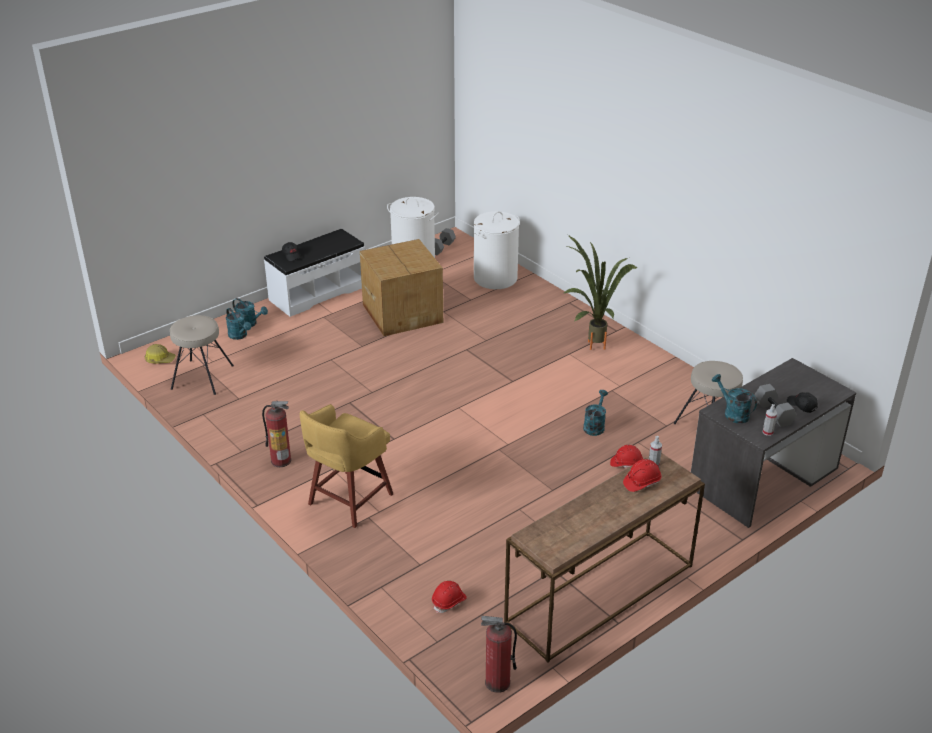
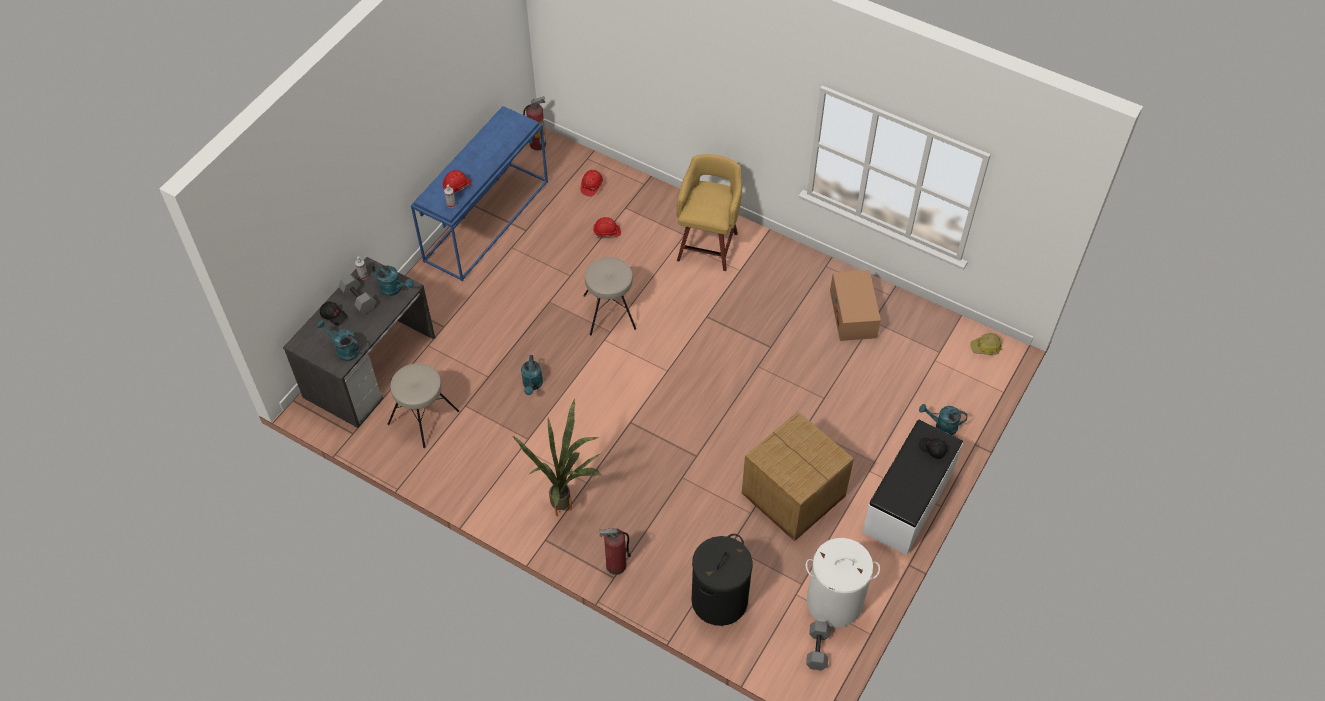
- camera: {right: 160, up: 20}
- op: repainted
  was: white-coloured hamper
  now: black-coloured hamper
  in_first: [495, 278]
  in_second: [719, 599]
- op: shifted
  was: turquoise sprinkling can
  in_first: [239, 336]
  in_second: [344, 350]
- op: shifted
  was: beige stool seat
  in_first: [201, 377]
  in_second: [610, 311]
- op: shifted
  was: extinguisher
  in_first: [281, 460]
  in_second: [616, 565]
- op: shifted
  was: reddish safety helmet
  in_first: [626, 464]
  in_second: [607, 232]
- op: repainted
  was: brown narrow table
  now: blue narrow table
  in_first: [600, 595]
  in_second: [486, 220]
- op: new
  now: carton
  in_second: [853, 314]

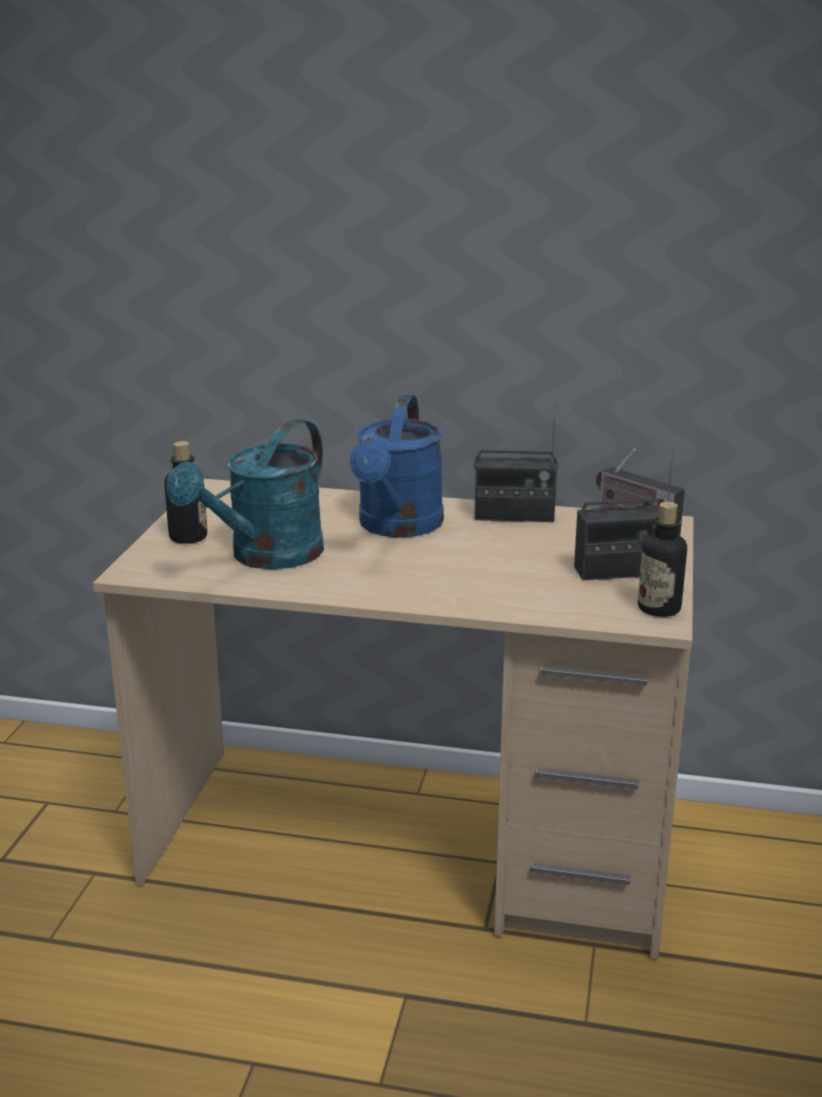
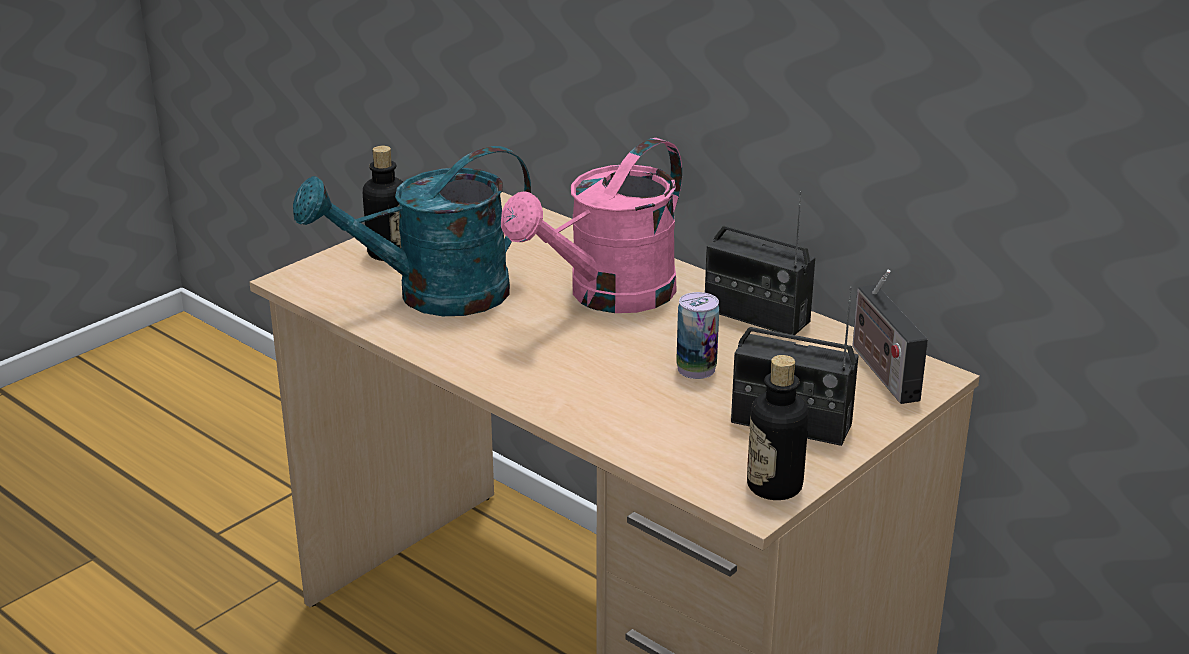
- camera: {right: 30, up: 5}
- op: repainted
  was: blue sprinkling can
  now: pink-coloured sprinkling can
  in_first: [397, 527]
  in_second: [608, 296]
- op: new
  now: can
  in_second: [696, 369]

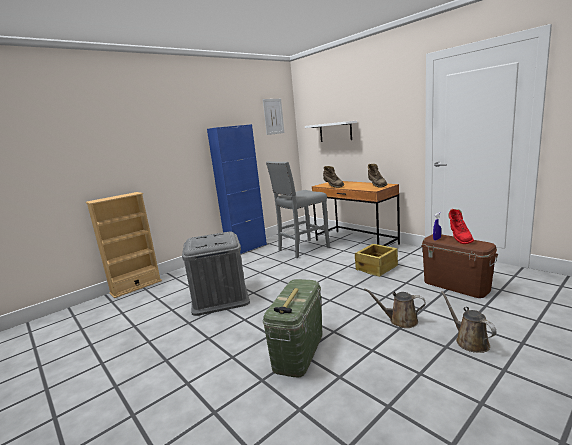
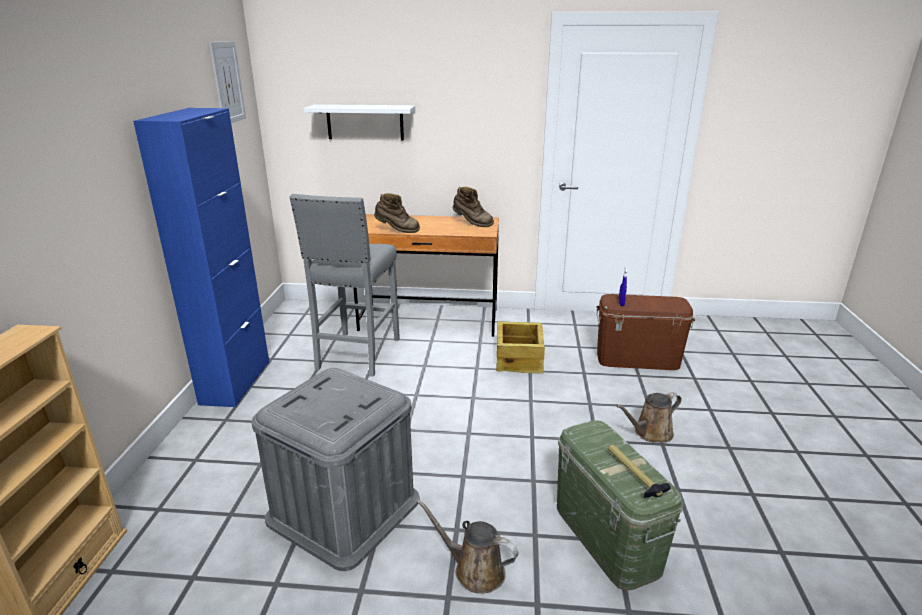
- camera: {right: -45, up: 10}
- op: gone
  was: reddish tall boot
  in_first: [459, 239]
- op: shifted
  was: brown sprinkling can
  in_first: [469, 341]
  in_second: [474, 570]

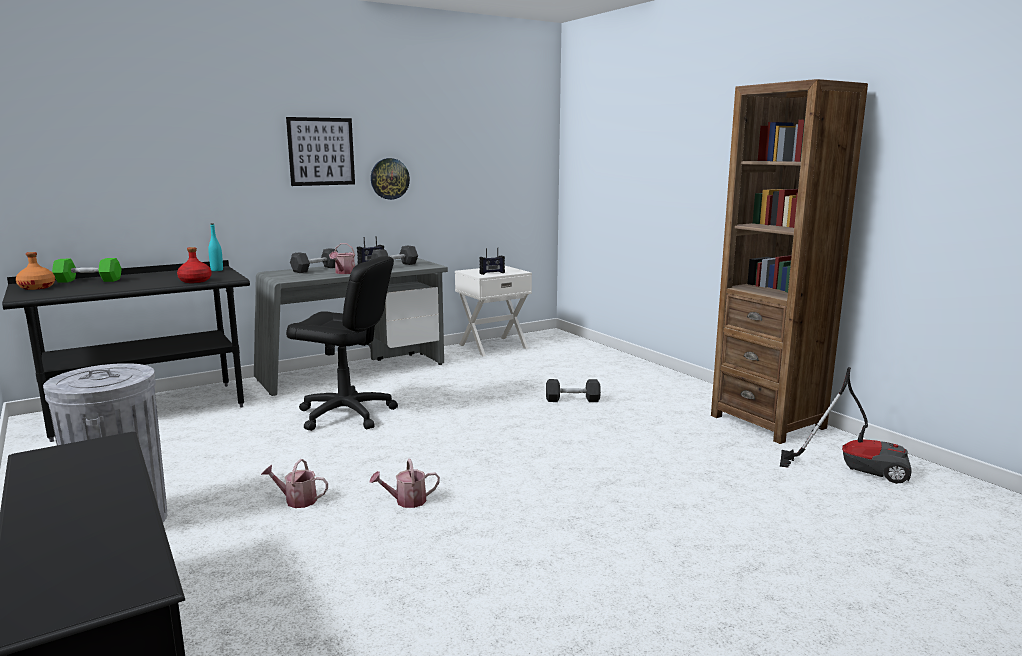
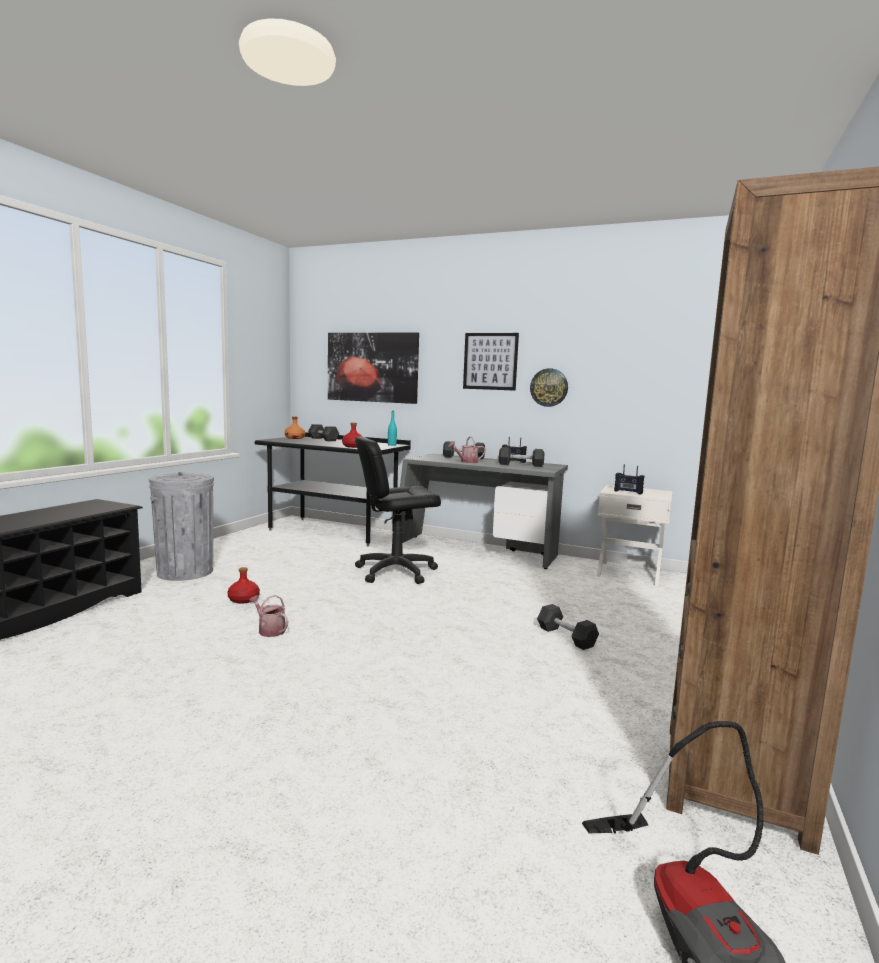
- camera: {right: 55, up: -5}
- op: rotated
  was: black-coloured computer chair
  in_first: [346, 414]
  in_second: [395, 571]
  clockwise: 90
- op: repainted
  was: green-coloured free weight
  now: gray free weight
  in_first: [89, 281]
  in_second: [323, 439]
- op: swapped
  was: sprinkling can
  now: reddish beverage bottle
  in_first: [297, 500]
  in_second: [244, 599]
- op: new
  now: wall art
  in_second: [372, 367]

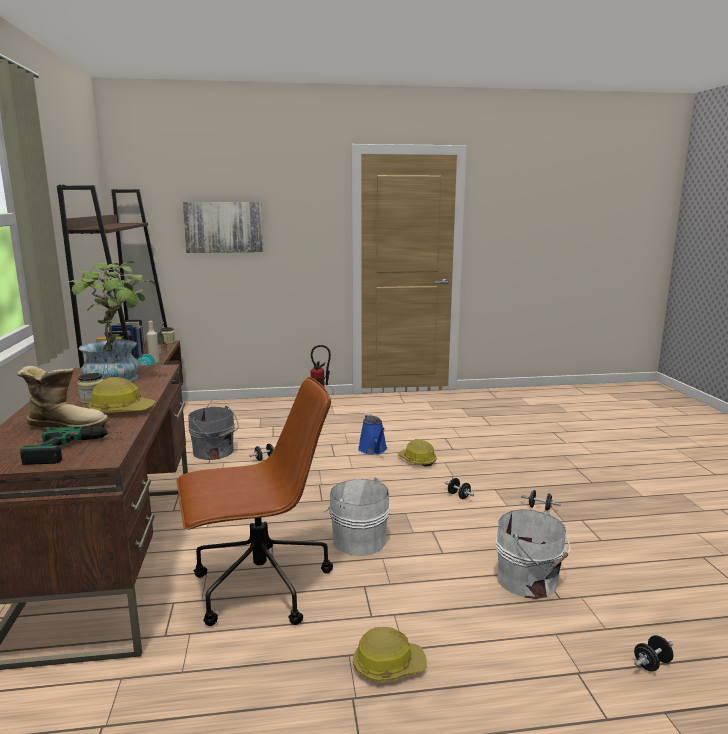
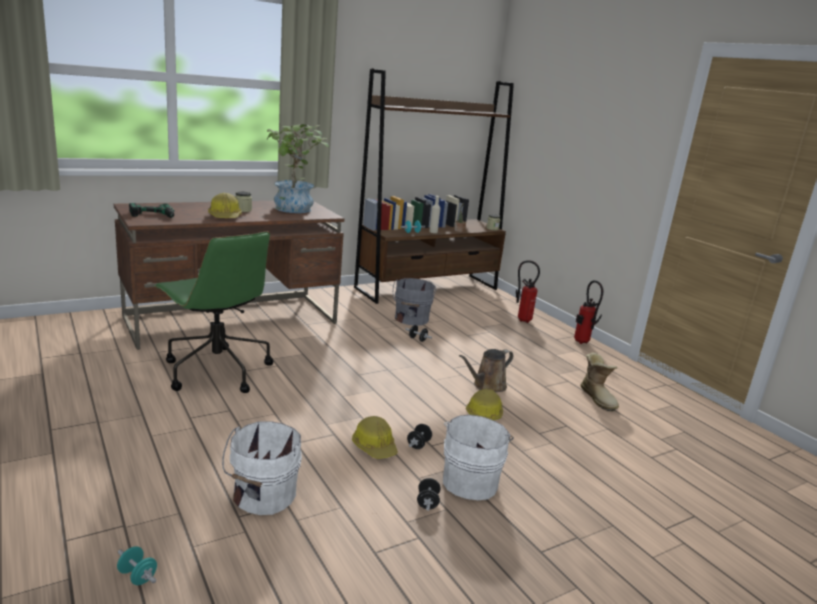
- camera: {right: 65, up: 5}
- op: gone
  was: wall art
  in_first: [224, 227]
- op: shifted
  was: tall boot
  in_first: [67, 425]
  in_second: [598, 398]
- op: repainted
  was: brown computer chair
  now: green-coloured computer chair
  in_first: [259, 587]
  in_second: [216, 370]
- op: repainted
  was: blue sprinkling can
  now: brown sprinkling can
  in_first: [373, 450]
  in_second: [487, 386]
- op: shifted
  was: white-coloured water bucket
  in_first: [357, 540]
  in_second: [470, 480]
- op: shifted
  was: safety helmet
  in_first: [388, 666]
  in_second: [374, 446]
- op: repainted
  was: black-coloured free weight
  now: turquoise free weight
  in_first: [652, 664]
  in_second: [137, 576]
- op: new
  now: extinguisher
  in_second: [522, 320]

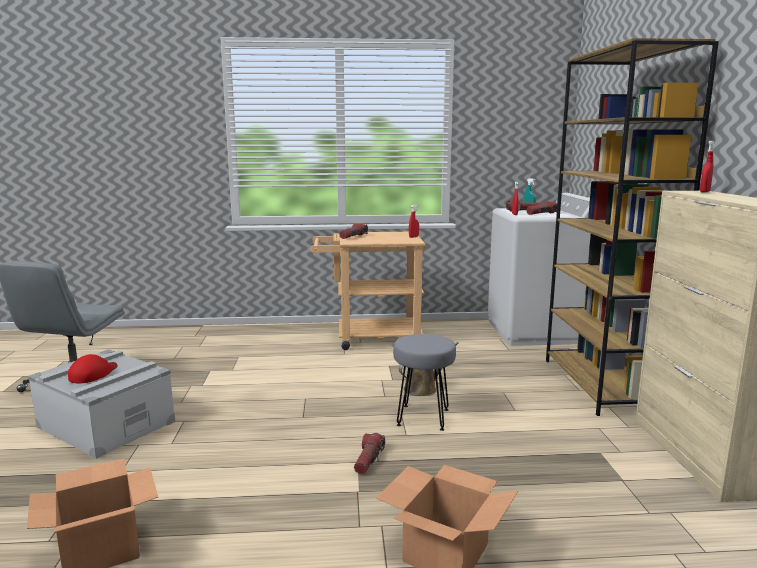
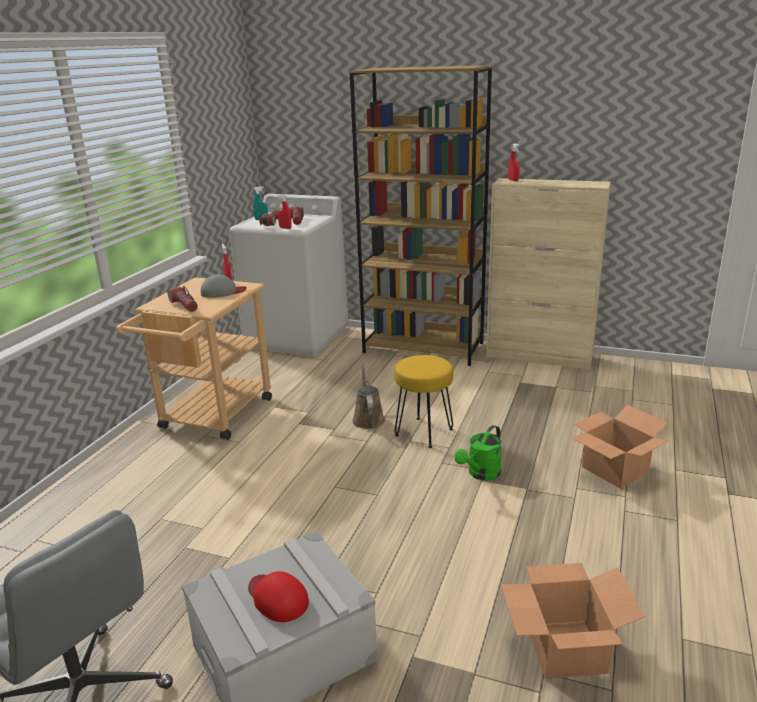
- camera: {right: -65, up: 10}
- op: repainted
  was: gray stool seat
  now: yellow stool seat
  in_first: [423, 417]
  in_second: [424, 432]
- op: swapped
  was: torch
  now: green-coloured sprinkling can
  in_first: [368, 460]
  in_second: [481, 474]
- op: new
  now: gray peaked cap
  in_second: [223, 292]

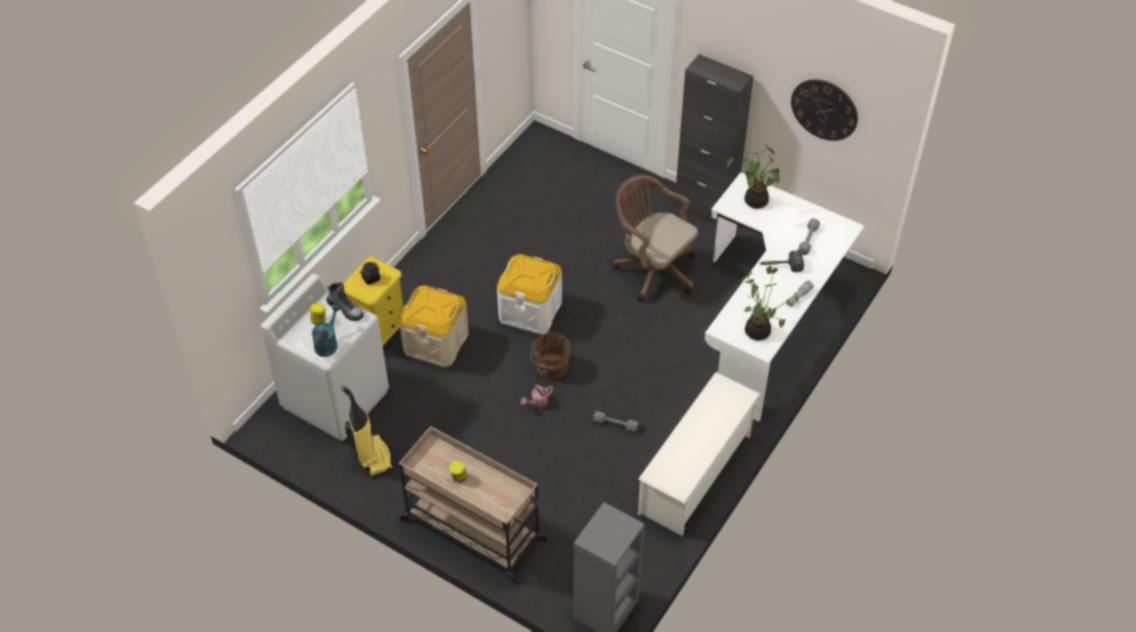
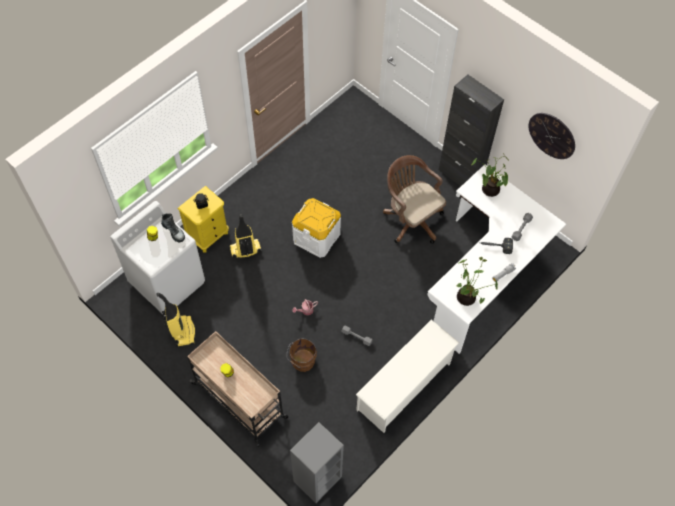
- camera: {right: 10, up: 10}
- op: swapped
  was: beige storage bin
  now: hoover
  in_first: [436, 343]
  in_second: [245, 251]
- op: gone
  was: turquoise sprinkling can
  in_first: [328, 343]
- op: shifted
  was: brown water bucket
  in_first: [551, 368]
  in_second: [302, 361]

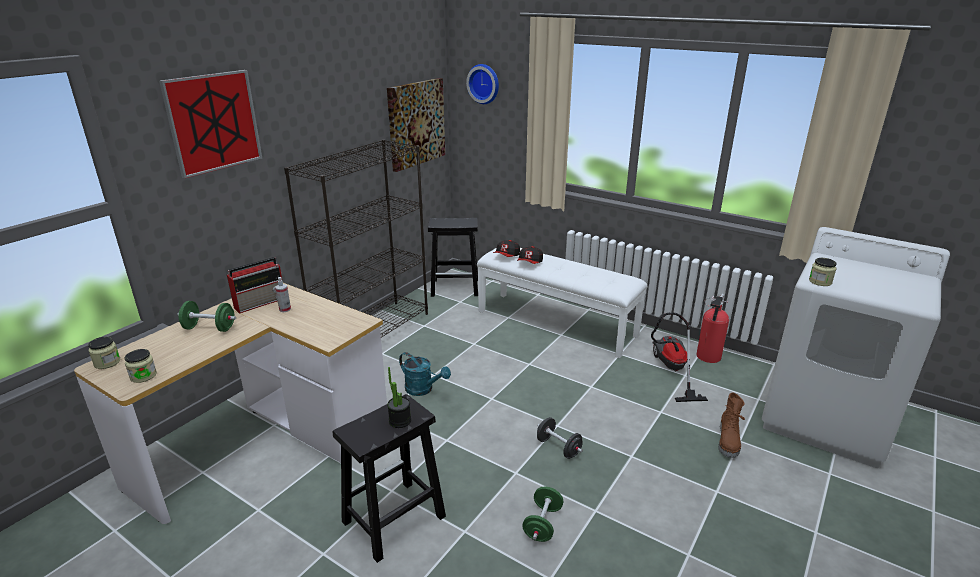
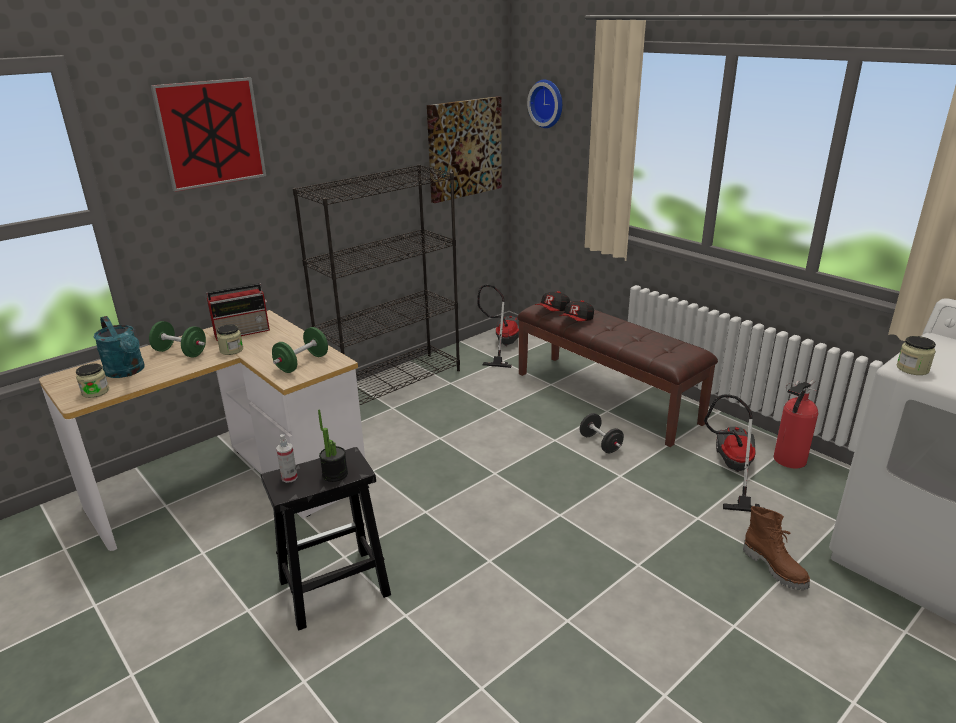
- camera: {right: 15, up: 0}
- op: swapped
  was: black-coloured stool seat
  now: hoover
  in_first: [456, 287]
  in_second: [503, 345]
- op: repainted
  was: white-coloured indoor bench
  now: brown indoor bench
  in_first: [556, 323]
  in_second: [607, 397]
- op: shifted
  was: spray bottle
  in_first: [285, 309]
  in_second: [289, 477]
- op: shifted
  was: jar
  in_first: [107, 363]
  in_second: [231, 350]
- op: shifted
  was: turquoise sprinkling can
  in_first: [423, 389]
  in_second: [127, 371]
- op: rotated
  was: brown tall boot
  in_first: [729, 441]
  in_second: [775, 568]
  clockwise: -60
- op: shifted
  was: black-coloured free weight
  in_first: [558, 447]
  in_second: [600, 443]
- op: shifted
  was: green-coloured free weight
  in_first: [542, 524]
  in_second: [302, 363]

